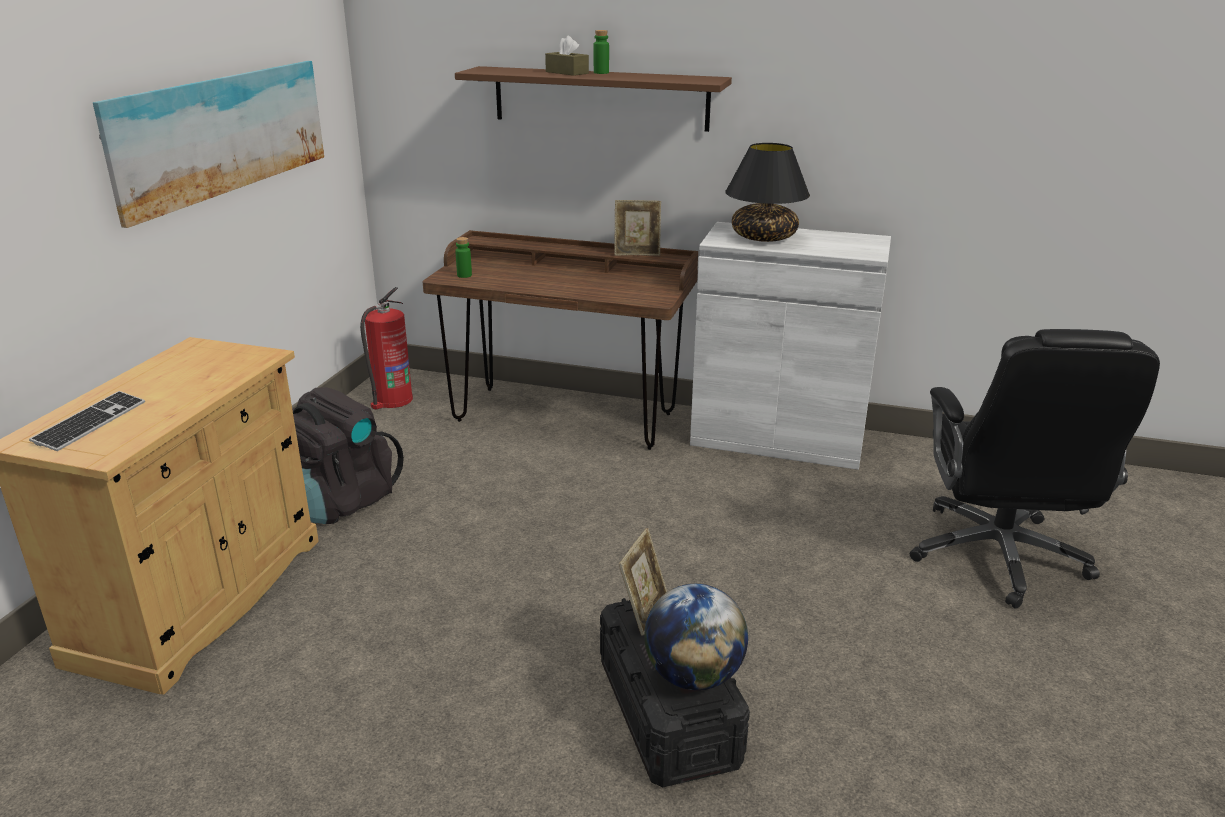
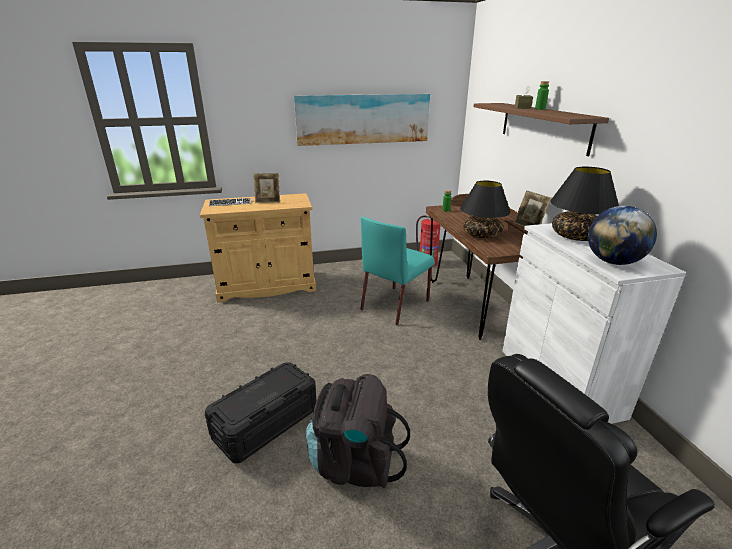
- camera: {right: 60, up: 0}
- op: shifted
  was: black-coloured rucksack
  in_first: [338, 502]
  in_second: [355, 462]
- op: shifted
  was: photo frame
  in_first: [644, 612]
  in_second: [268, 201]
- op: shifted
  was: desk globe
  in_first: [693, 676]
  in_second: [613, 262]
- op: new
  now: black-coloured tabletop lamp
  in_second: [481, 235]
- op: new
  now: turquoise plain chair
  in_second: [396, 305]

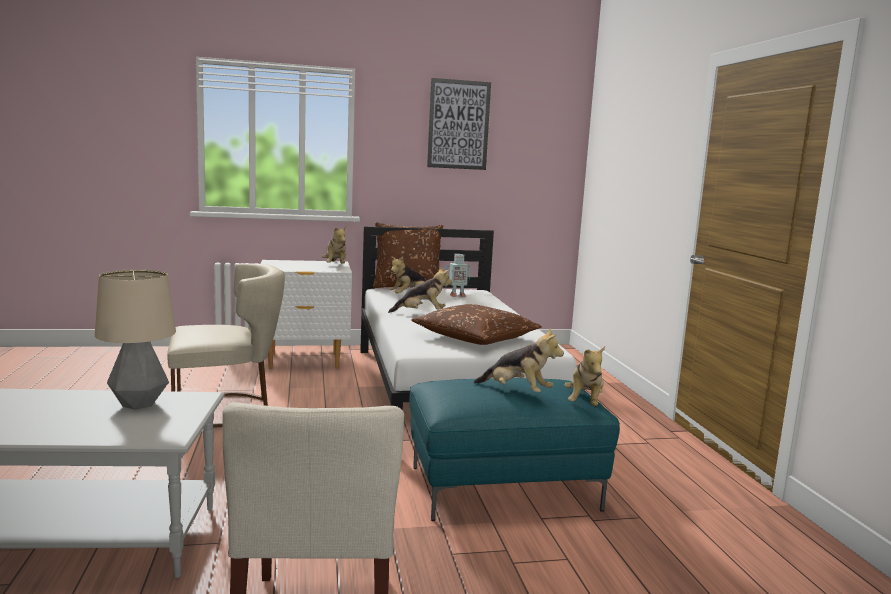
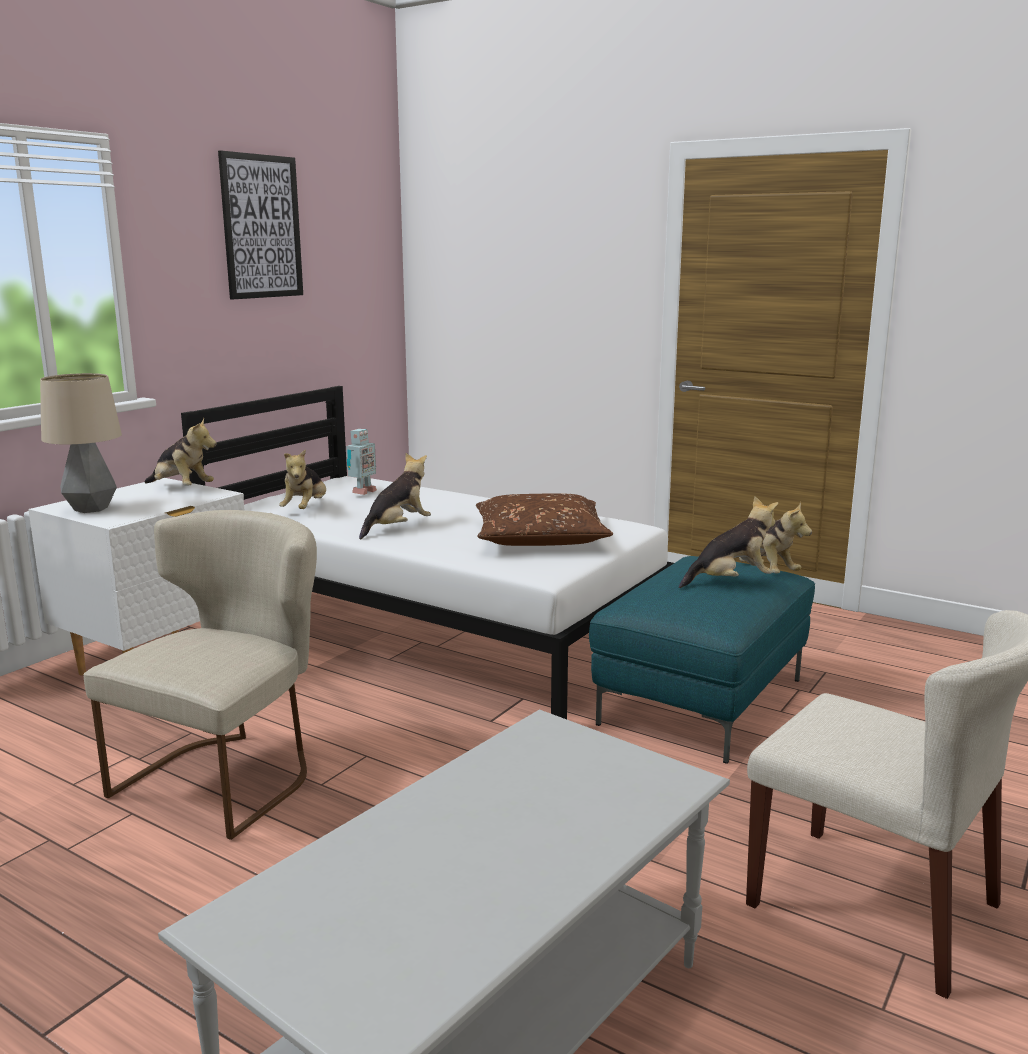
- camera: {right: -45, up: 5}
- op: gone
  was: brown cushion
  in_first: [407, 287]
- op: shifted
  was: tabletop lamp
  in_first: [138, 403]
  in_second: [90, 509]

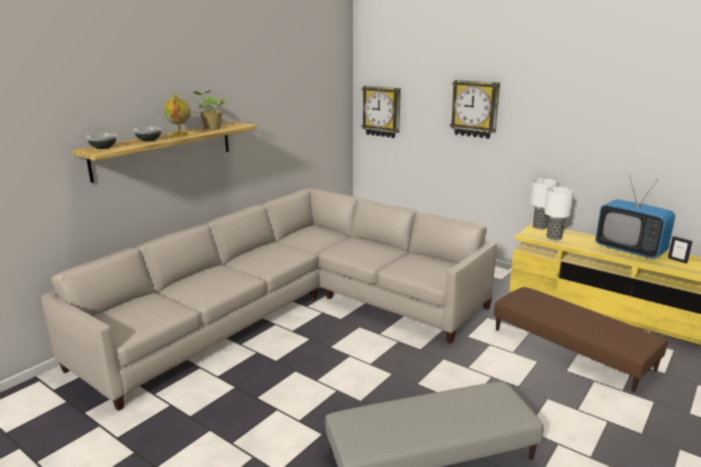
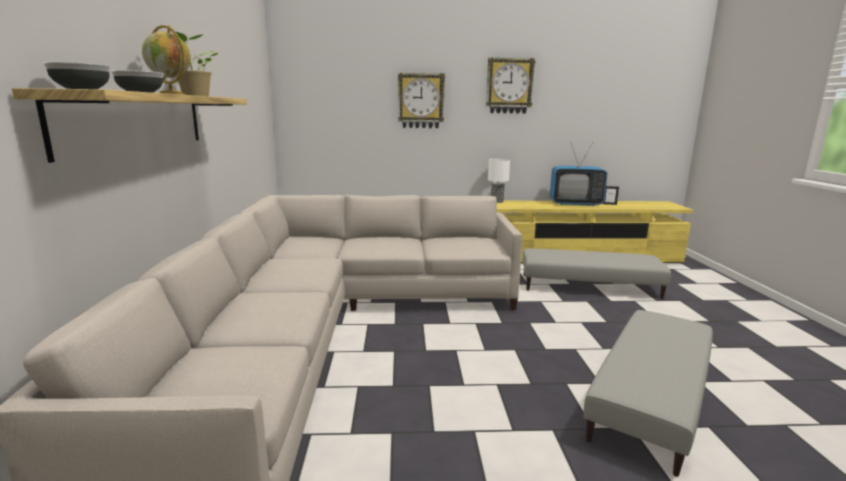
- camera: {right: -40, up: -5}
- op: shifted
  was: clock on the wall
  in_first: [382, 111]
  in_second: [509, 86]
- op: gone
  was: tabletop lamp
  in_first: [554, 237]
- op: repainted
  was: brown footrest
  now: gray footrest
  in_first: [571, 348]
  in_second: [589, 286]

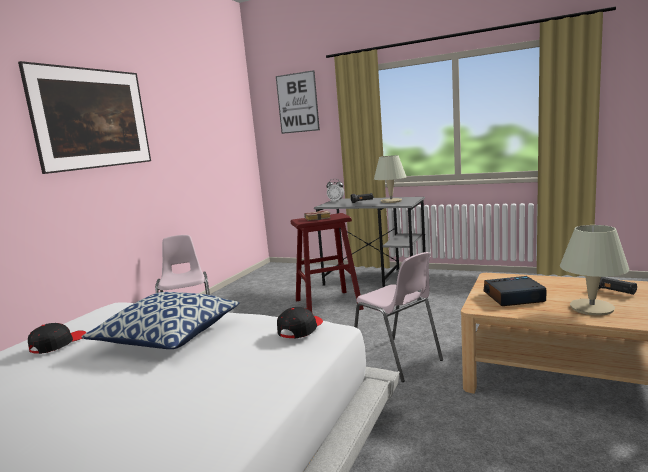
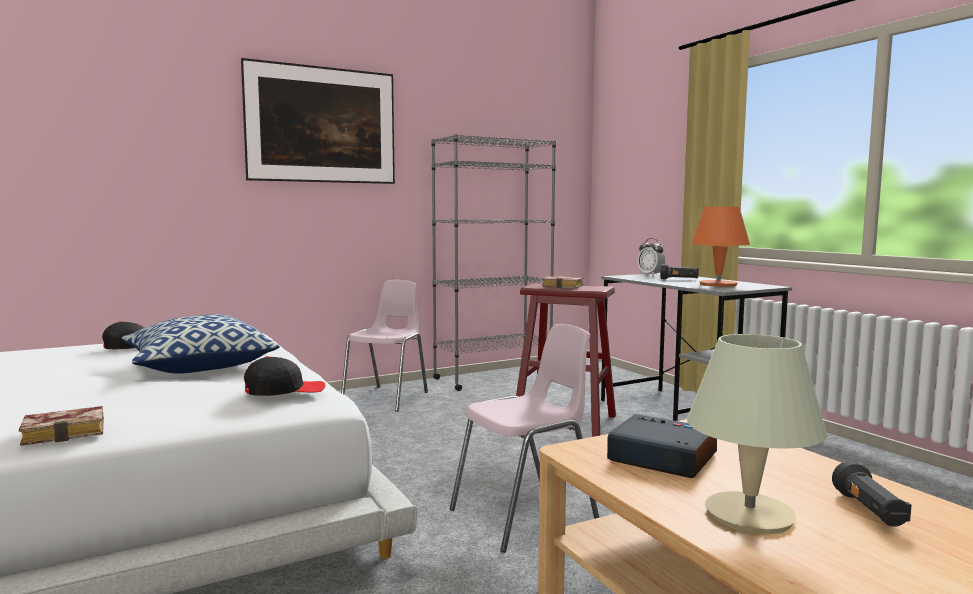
- camera: {right: 35, up: -5}
- op: gone
  was: wall art
  in_first: [297, 103]
- op: repainted
  was: beige tabletop lamp
  now: orangey tabletop lamp
  in_first: [391, 201]
  in_second: [718, 284]
- op: rotated
  was: pink-coloured plain chair
  in_first: [397, 359]
  in_second: [526, 516]
  clockwise: -120
- op: new
  now: gray shelving unit
  in_second: [493, 378]
- op: new
  now: book
  in_second: [68, 432]

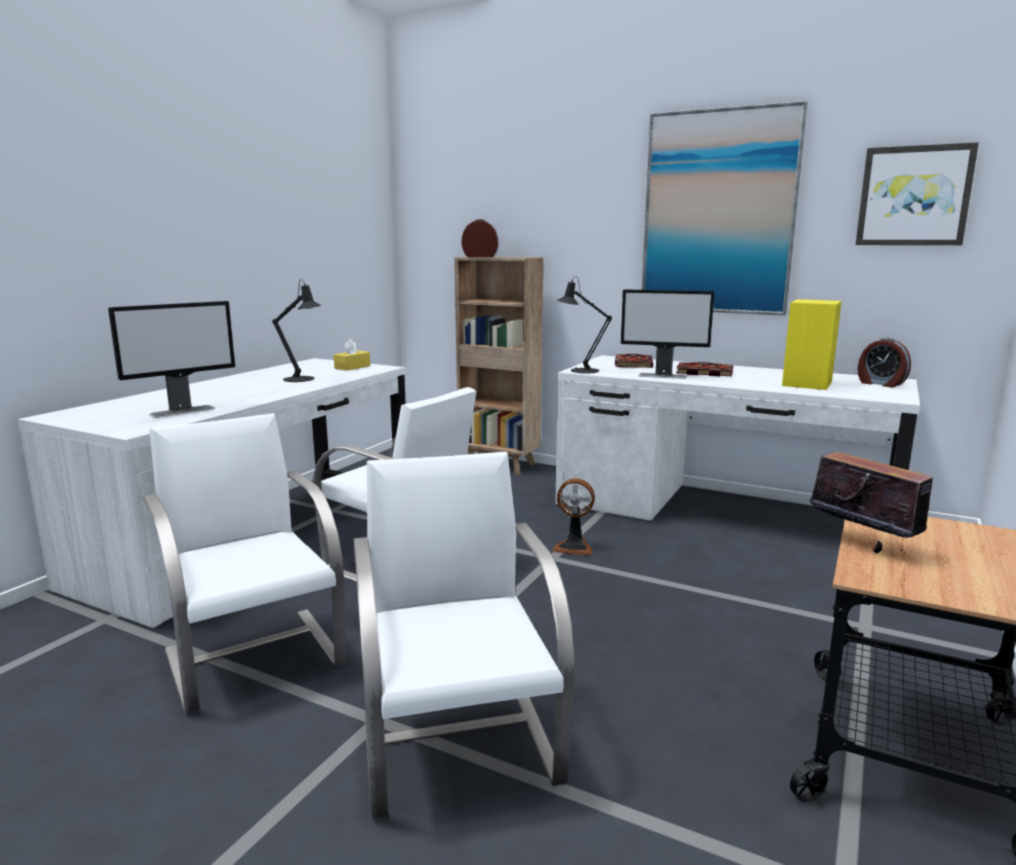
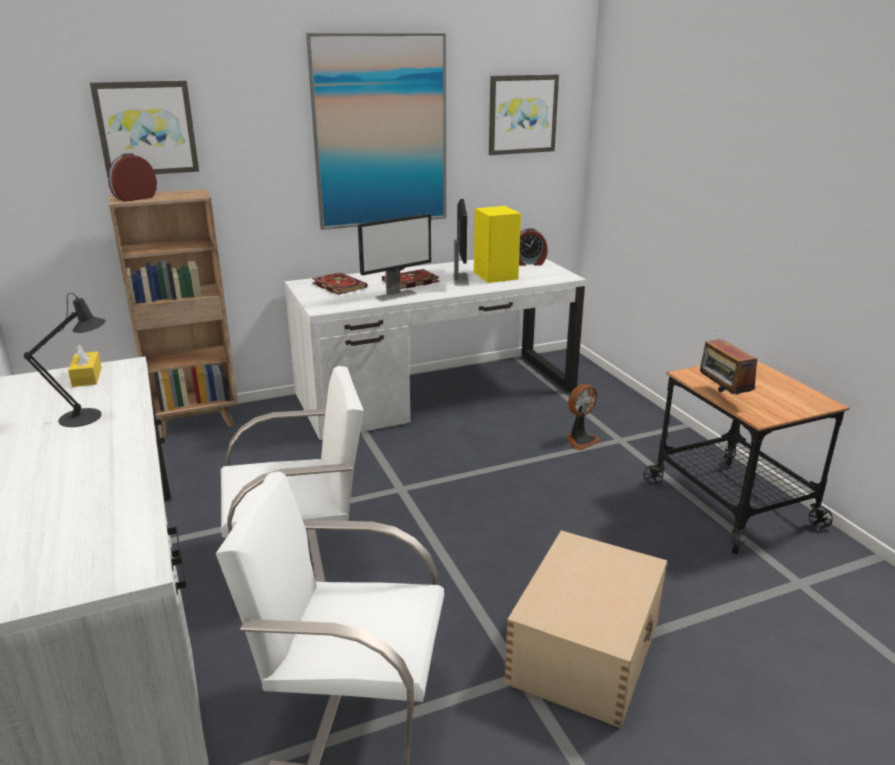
- camera: {right: -50, up: 10}
- op: gone
  was: black-coloured tabletop lamp
  in_first: [580, 370]
- op: shifted
  was: computer display
  in_first: [183, 411]
  in_second: [461, 279]
- op: rotated
  was: radio
  in_first: [862, 544]
  in_second: [722, 397]
  clockwise: -105
- op: swapped
  was: white-coloured plain chair
  now: beige storage bin
  in_first: [459, 745]
  in_second: [586, 649]
- op: shifted
  was: cooling fan
  in_first: [574, 547]
  in_second: [580, 440]
- op: new
  now: wall art
  in_second: [146, 128]

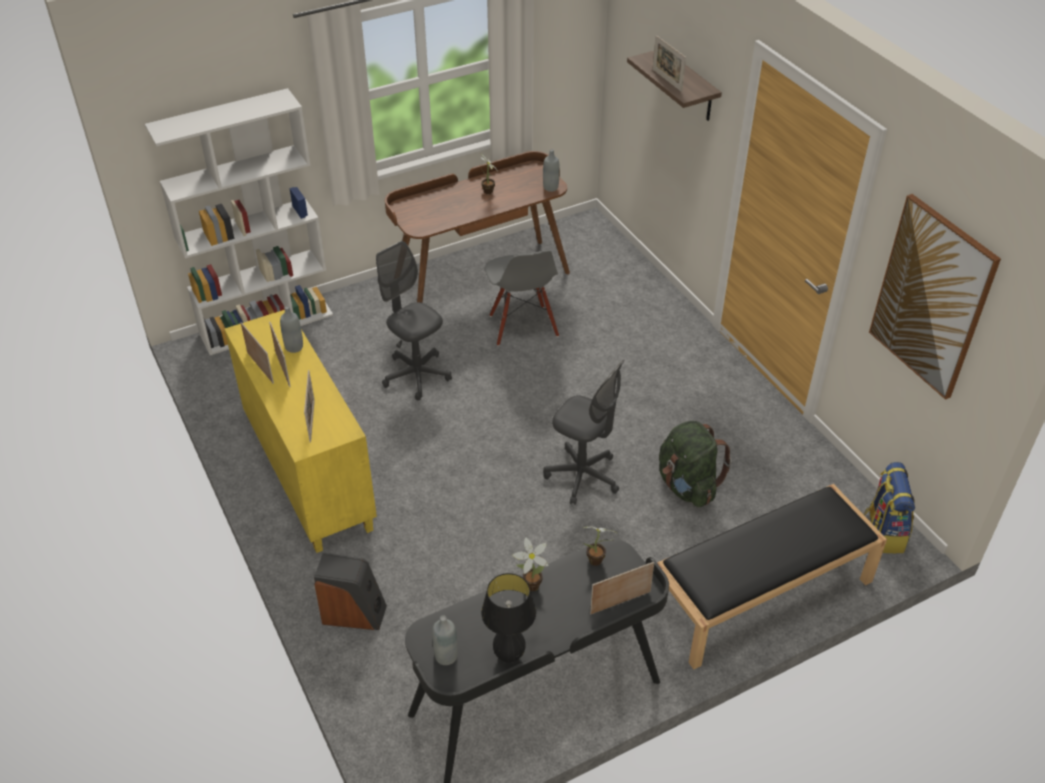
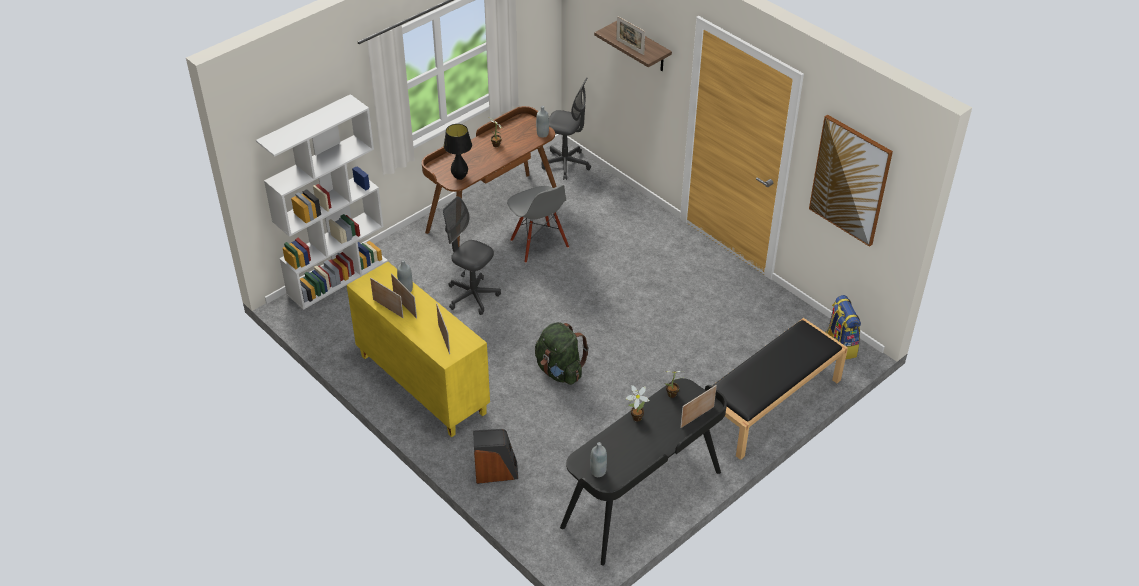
- camera: {right: -15, up: 0}
- op: shifted
  was: gray computer chair
  in_first: [582, 476]
  in_second: [566, 164]
- op: shifted
  was: green-coloured rucksack
  in_first: [687, 486]
  in_second: [560, 371]
- op: shifted
  was: black-coloured tabletop lamp
  in_first: [509, 656]
  in_second: [459, 177]

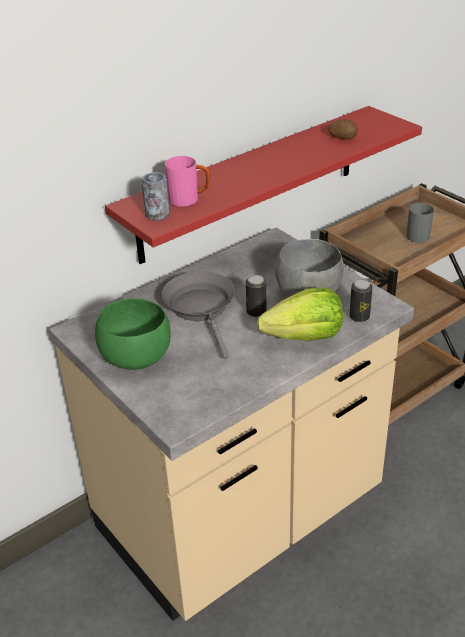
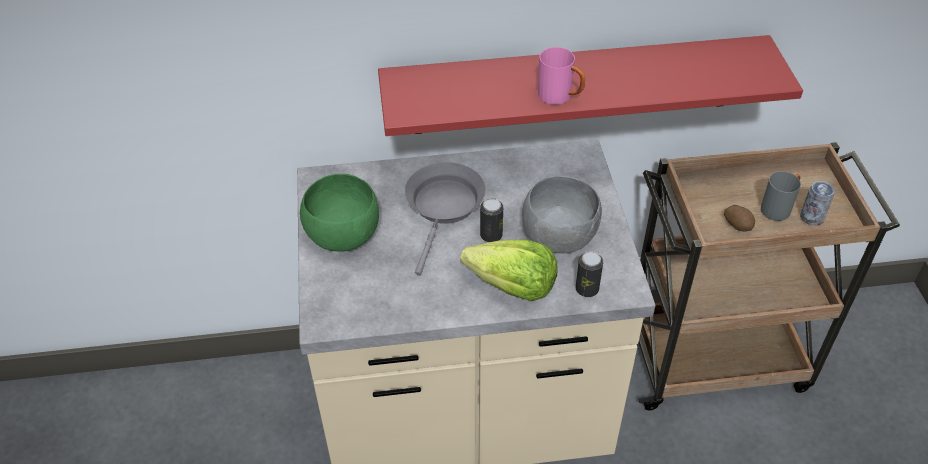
- camera: {right: 30, up: 10}
- op: shifted
  was: spud
  in_first: [343, 137]
  in_second: [738, 224]
- op: shifted
  was: pink-coloured mug
  in_first: [189, 200]
  in_second: [560, 97]
- op: shifted
  was: can
  in_first: [157, 215]
  in_second: [811, 218]

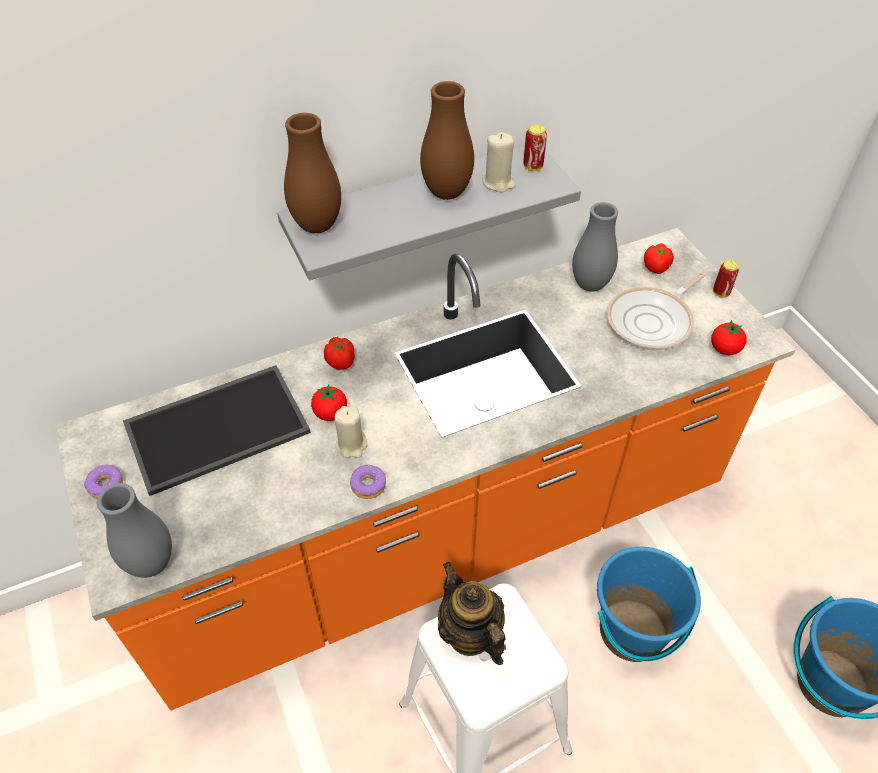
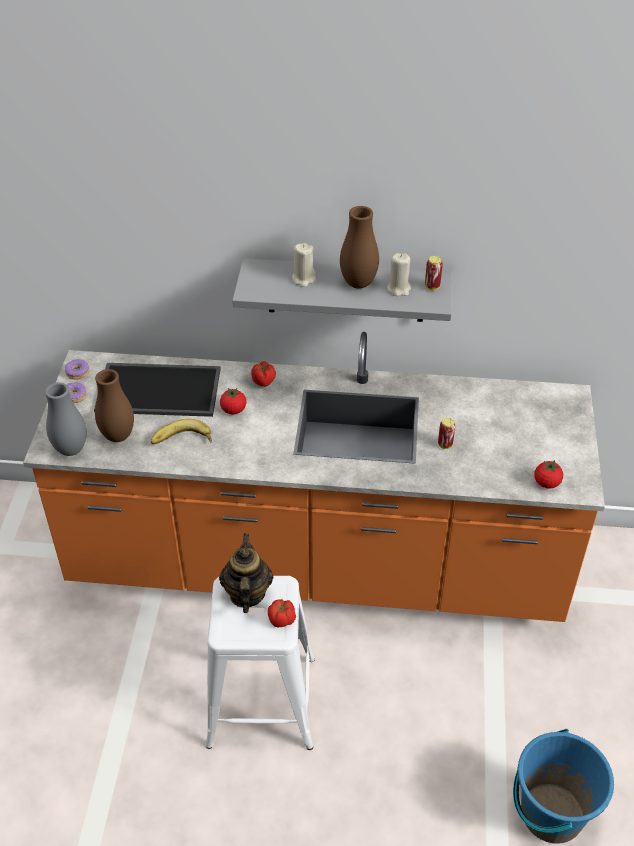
- camera: {right: 30, up: -5}
- op: shifted
  was: brown flower vase
  in_first: [317, 226]
  in_second: [118, 436]
- op: gone
  was: gray flower vase
  in_first: [590, 285]
- op: shifted
  was: whole tomato
  in_first: [656, 267]
  in_second: [282, 620]
- op: shifted
  was: can
  in_first: [721, 293]
  in_second: [445, 445]
- op: gone
  was: pan
  in_first: [652, 321]
- op: shifted
  was: beige wax candle
  in_first: [351, 445]
  in_second: [304, 279]
- op: shifted
  was: ring doughnut
  in_first: [368, 485]
  in_second: [77, 372]
- op: gone
  was: blue water bucket
  in_first: [632, 632]
- op: new
  now: banana
  in_second: [182, 441]

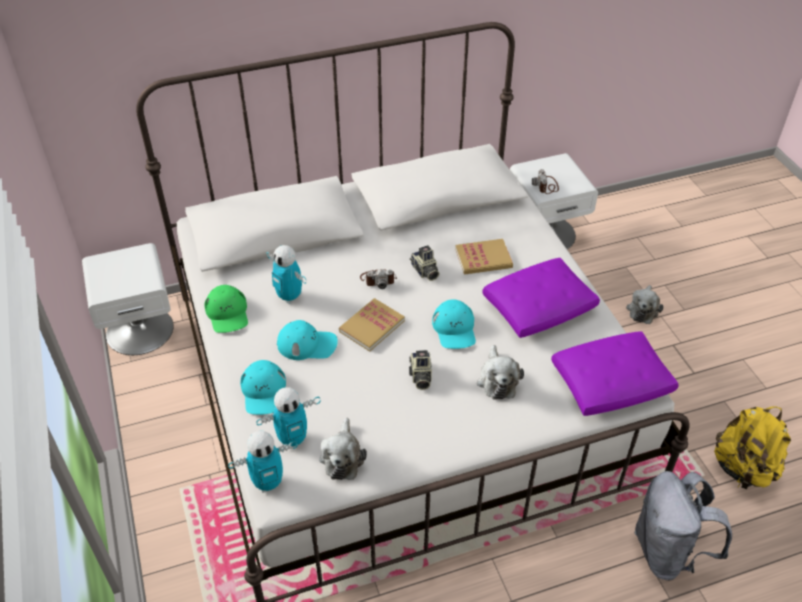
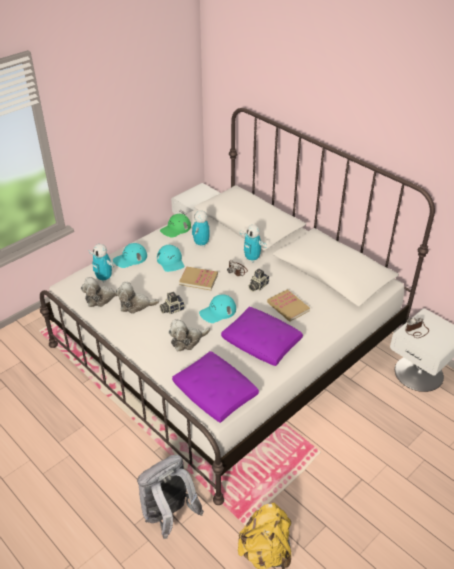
- camera: {right: 65, up: -5}
- op: shifted
  was: soft toy
  in_first: [643, 309]
  in_second: [135, 305]
- op: shifted
  was: model robot
  in_first: [268, 483]
  in_second: [252, 259]

